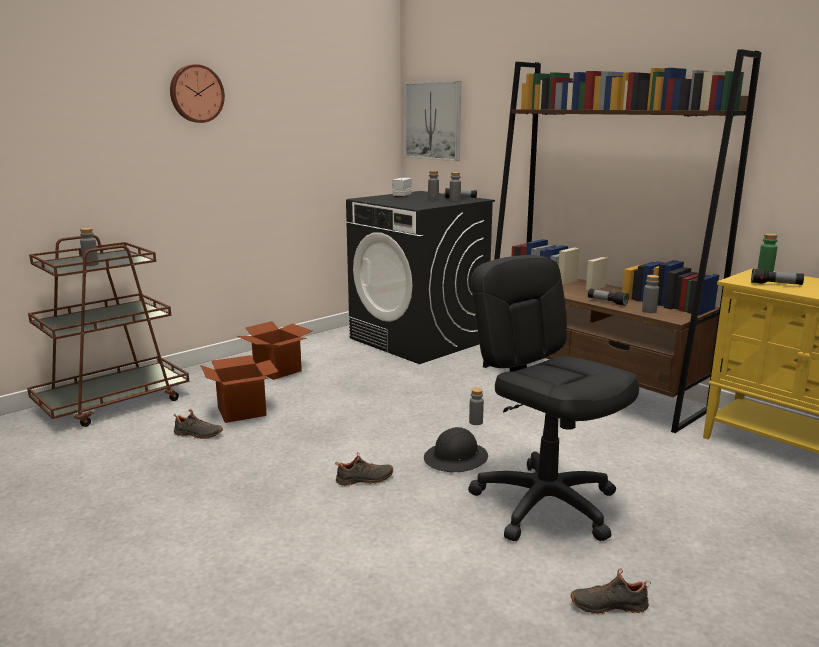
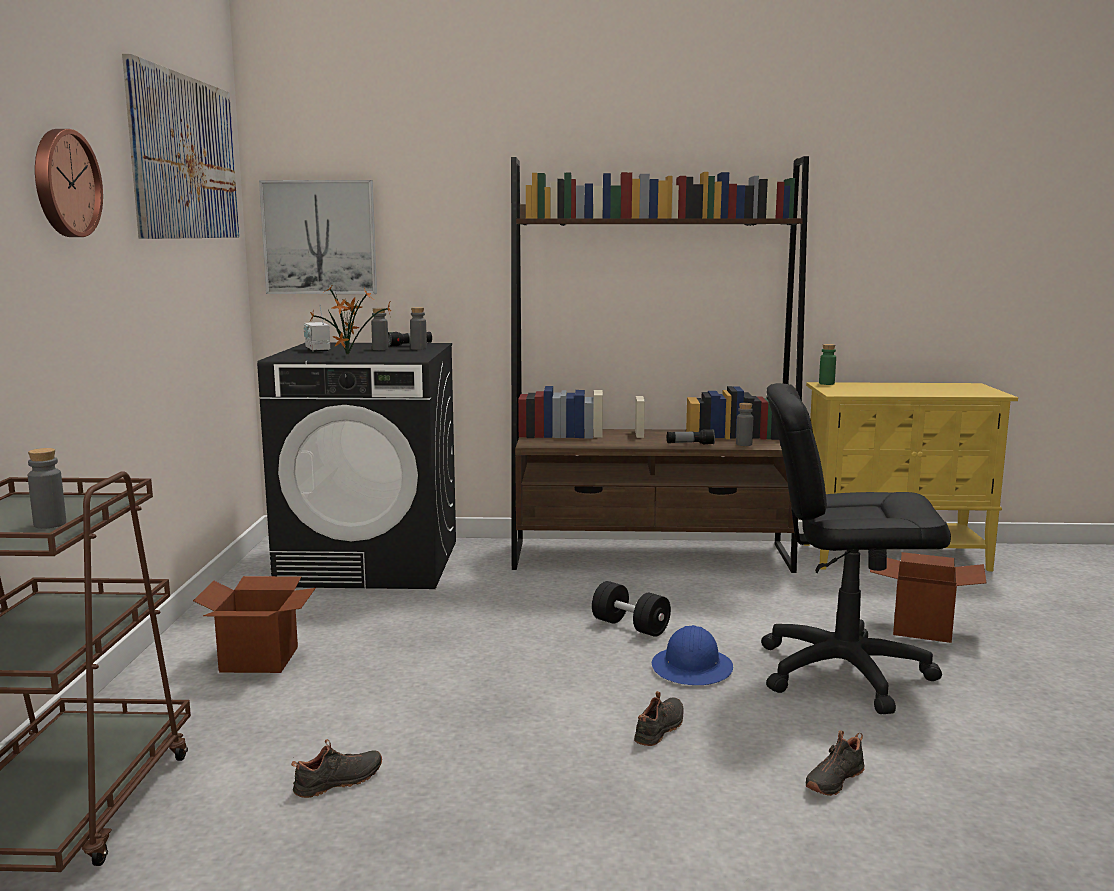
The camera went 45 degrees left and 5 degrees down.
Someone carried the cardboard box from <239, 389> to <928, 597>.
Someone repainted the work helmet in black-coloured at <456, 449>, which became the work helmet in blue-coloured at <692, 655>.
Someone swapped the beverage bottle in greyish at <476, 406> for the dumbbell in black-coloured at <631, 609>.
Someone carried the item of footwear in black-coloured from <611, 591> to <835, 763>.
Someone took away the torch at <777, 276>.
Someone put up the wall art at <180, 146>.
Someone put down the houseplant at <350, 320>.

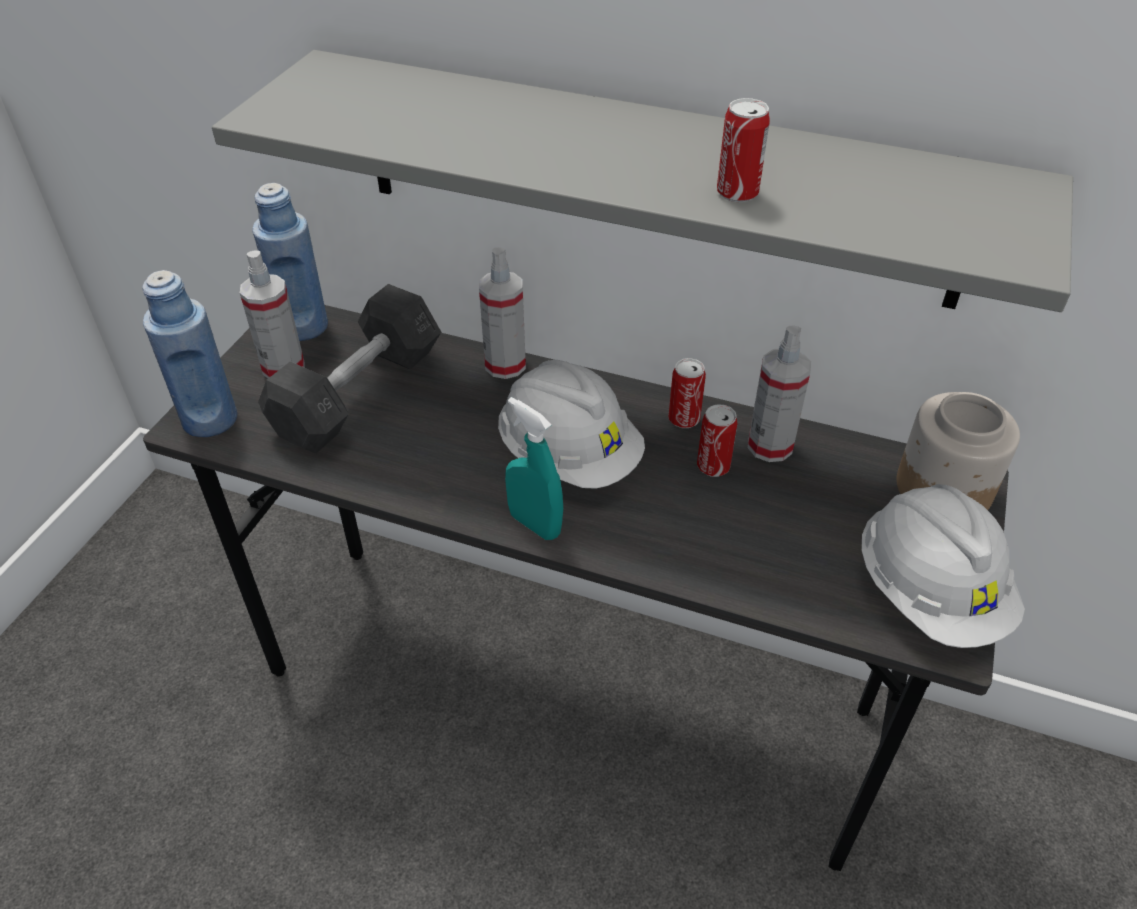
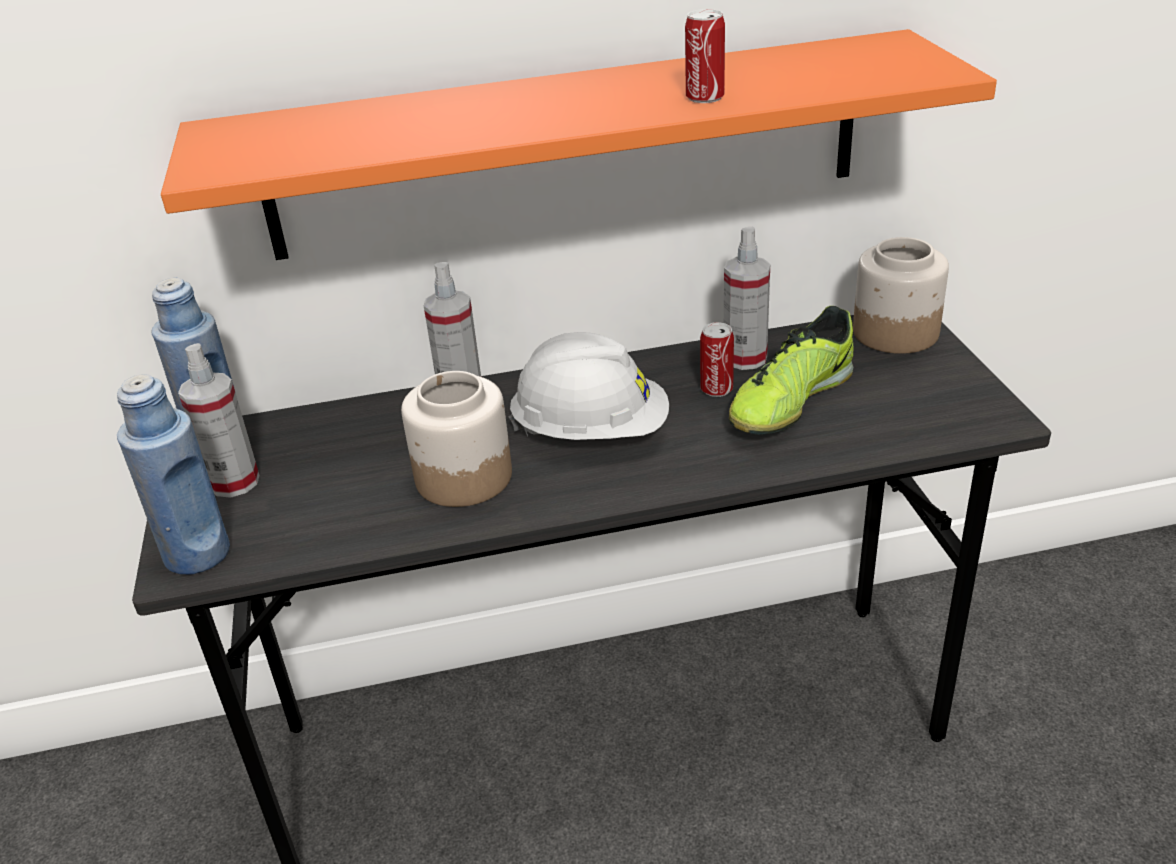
The camera went 30 degrees left and 10 degrees down.
Someone repainted the wall shelf in greyish at <642, 181>, which became the wall shelf in orange at <579, 144>.
Someone took away the dumbbell in greyish at <349, 369>.
Someone took away the spray bottle in turquoise-coloured at <534, 468>.
Someone took away the sealed can at <687, 393>.
Someone took away the work helmet in whitish at <943, 566>.
Someone put down the preserve jar at <456, 439>.
Someone put down the item of footwear at <791, 370>.

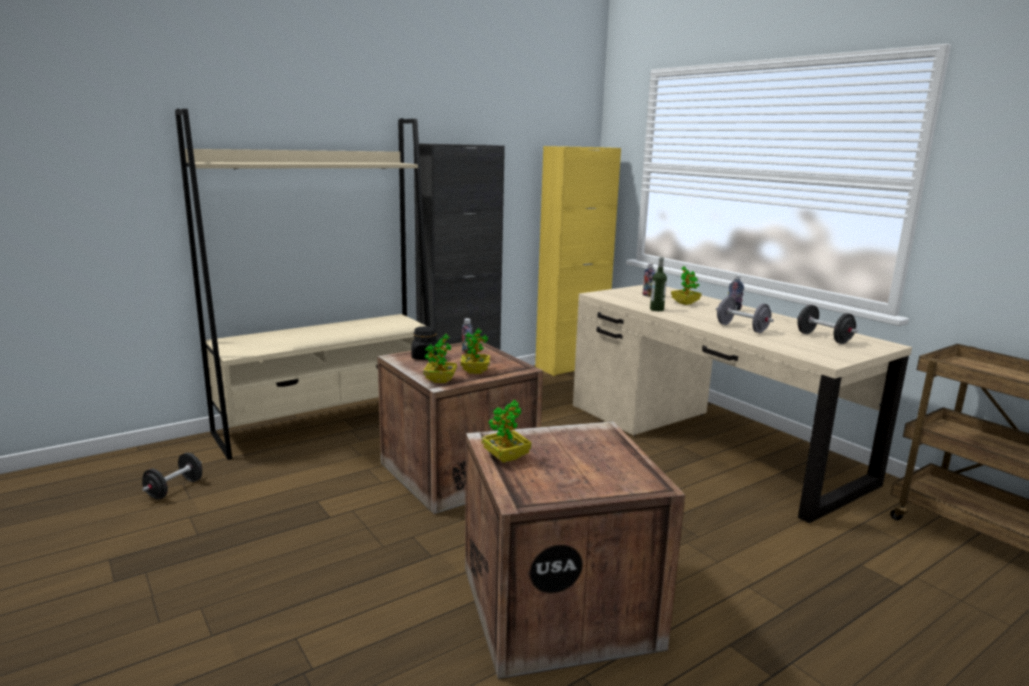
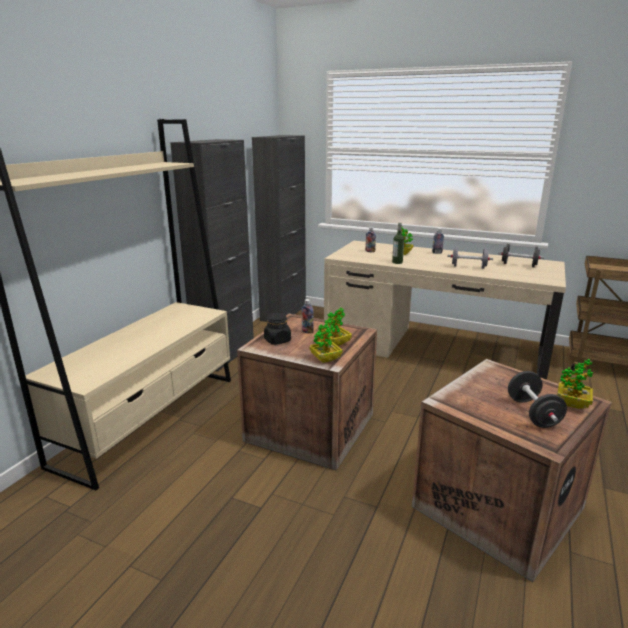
The camera went 30 degrees left and 5 degrees up.
Someone carried the dumbbell in black-coloured from <172, 476> to <537, 399>.
Someone carried the houseplant from <506, 431> to <575, 384>.
Someone repainted the storage cabinet in yellow-coloured at <578, 261>, which became the storage cabinet in black-coloured at <279, 228>.

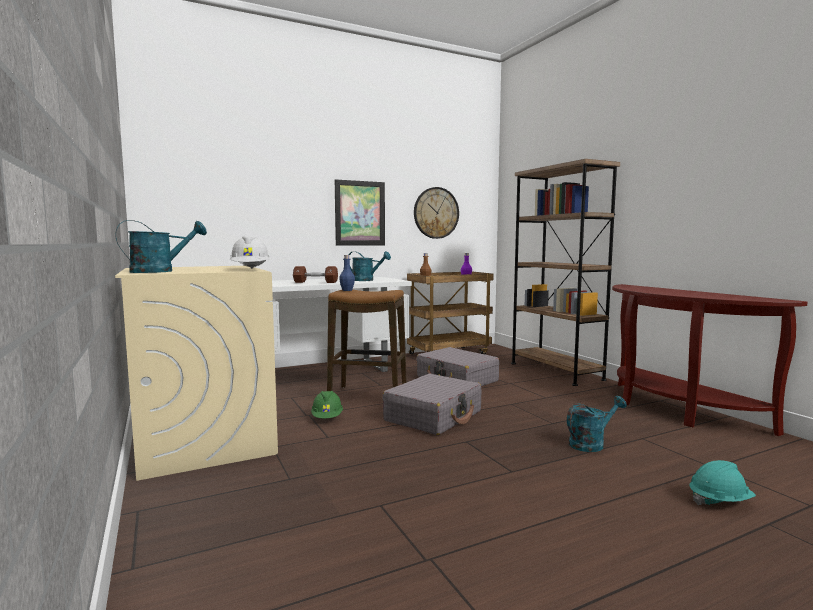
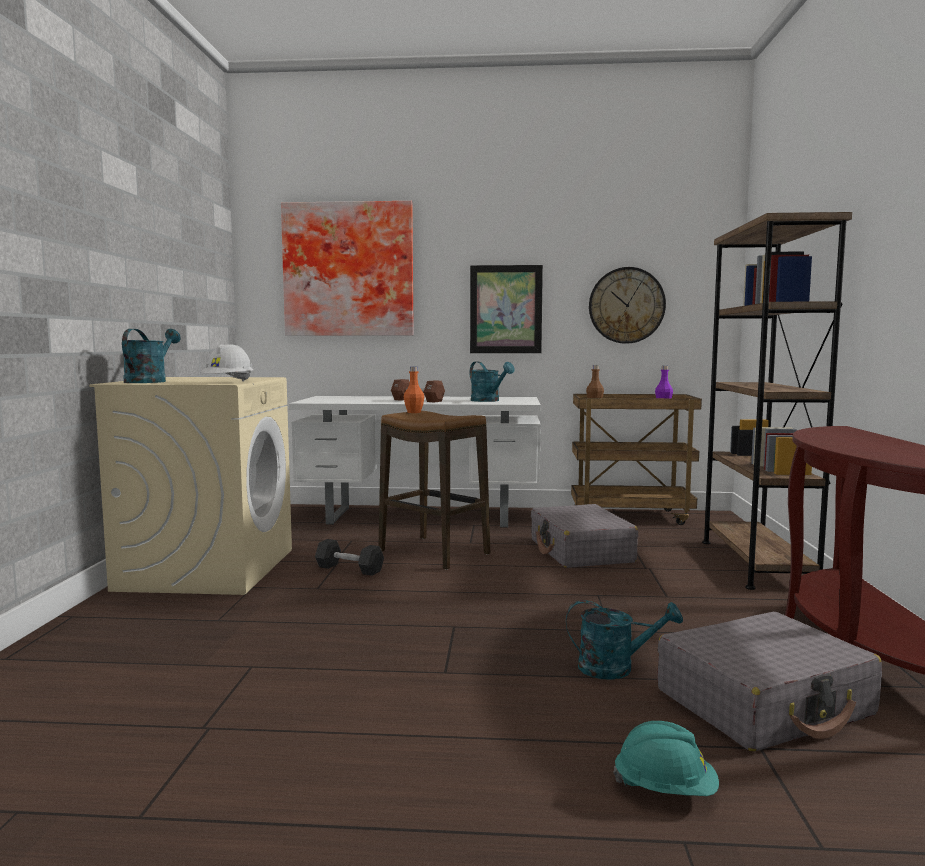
The camera went 30 degrees right and 0 degrees up.
Someone rotated the watering can in turquoise-coloured at <161, 246> by 75 degrees counterclockwise.
Someone swapped the work helmet in greenish at <327, 404> for the dumbbell in black-coloured at <349, 557>.
Someone repainted the beverage bottle in blue-coloured at <347, 273>, which became the beverage bottle in orange at <414, 390>.
Someone carried the suitcase in greyish from <432, 404> to <769, 681>.
Someone put up the wall art at <347, 268>.

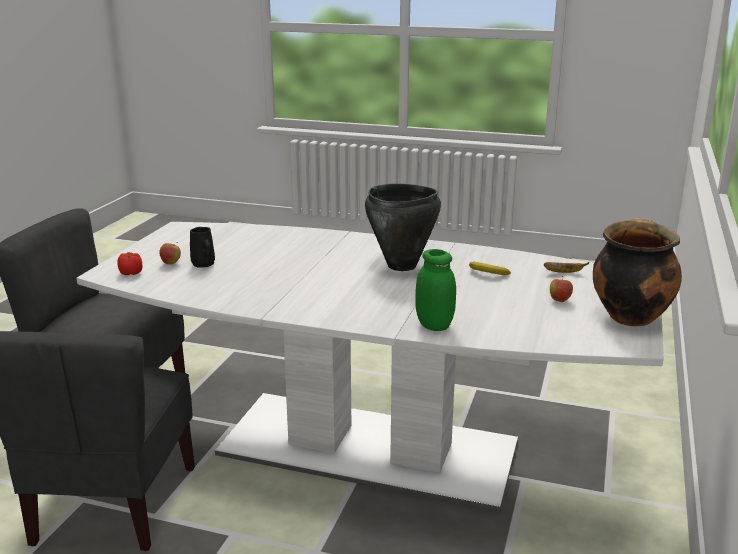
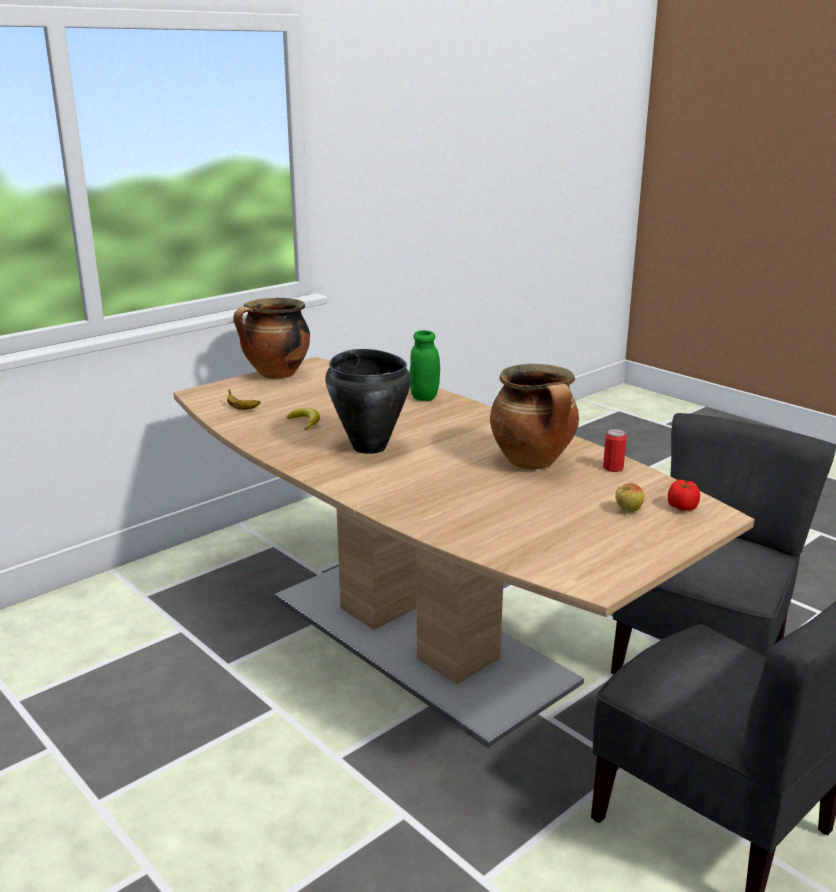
The camera went 150 degrees left and 0 degrees up.
Someone repainted the kitchen table in whitish at <370, 367>, which became the kitchen table in brown-coloured at <463, 552>.
Someone took away the tea mug in black-coloured at <202, 247>.
Someone took away the whole apple at <561, 289>.
Someone put down the stockpot at <534, 417>.
Someone put down the sealed can at <614, 450>.

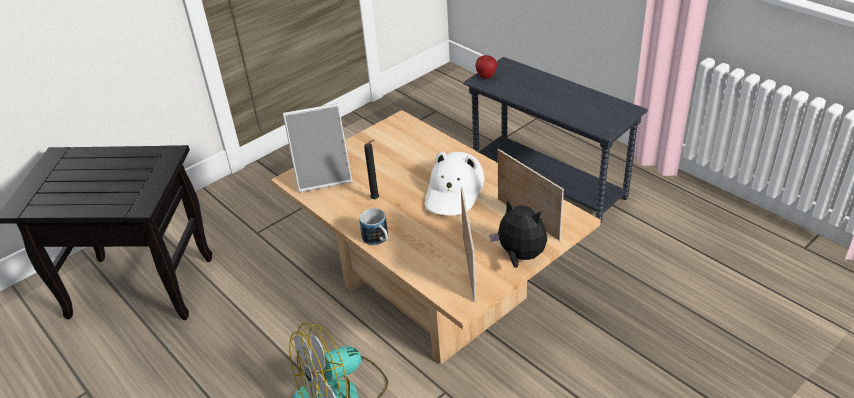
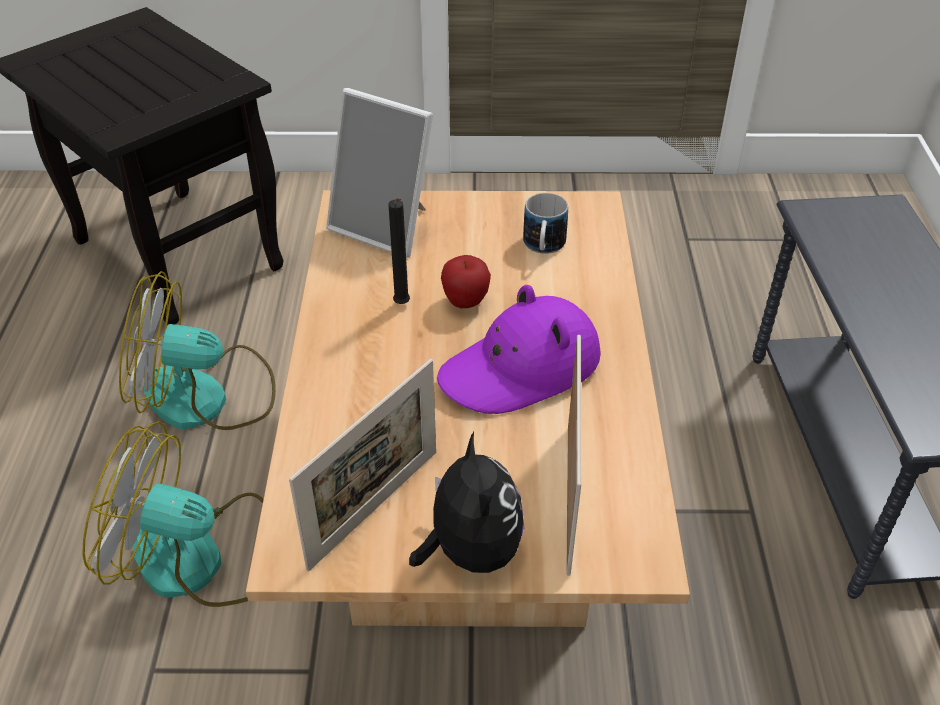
The camera went 40 degrees right and 5 degrees up.
Someone carried the tea mug from <373, 226> to <545, 223>.
Someone repainted the wearable hat in whitish at <454, 183>, which became the wearable hat in purple at <519, 349>.
Someone carried the whole apple from <486, 67> to <466, 281>.
Someone put down the fan at <197, 350>.

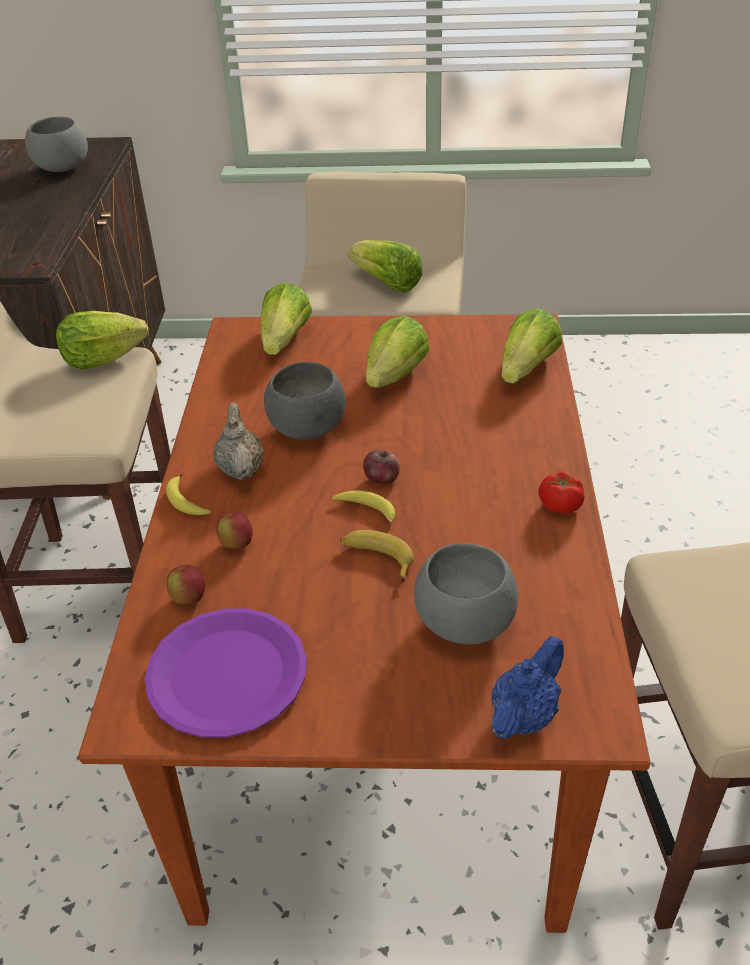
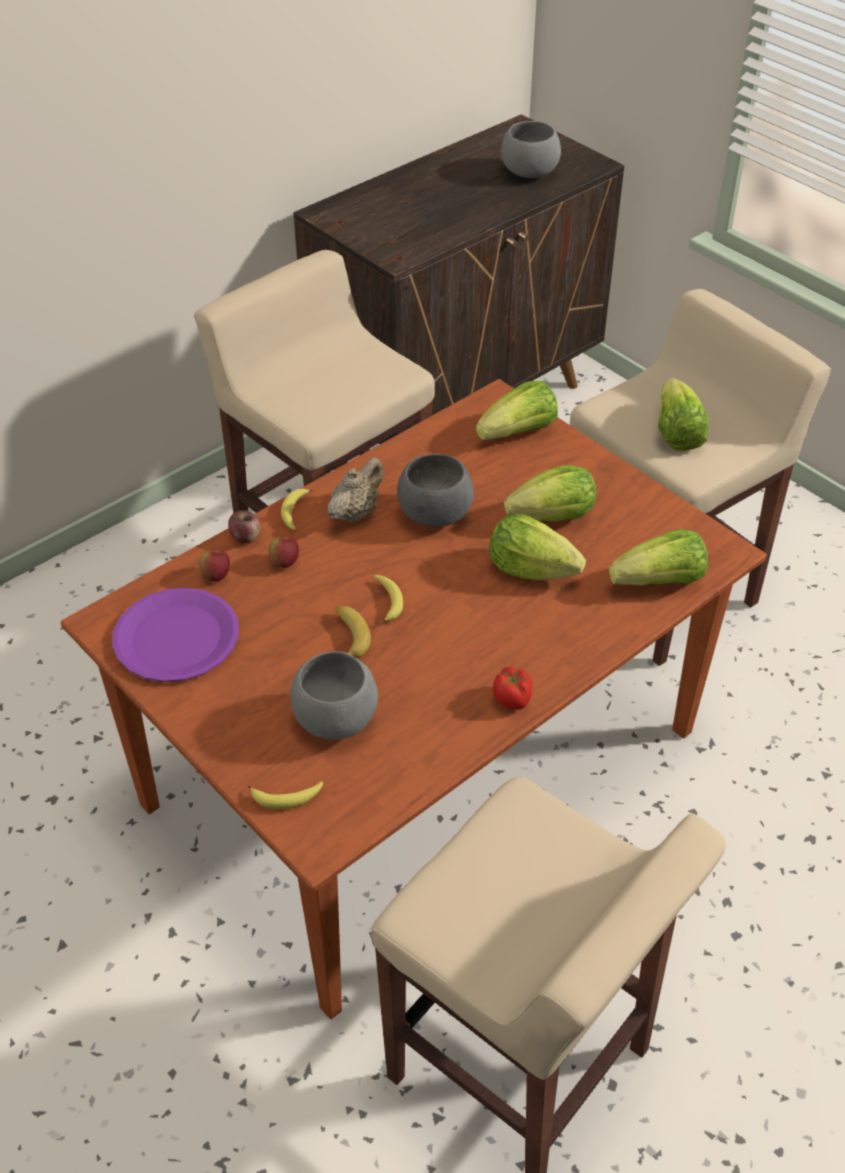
The camera went 45 degrees right and 5 degrees up.
Someone carried the lettuce head from <102, 340> to <537, 547>.
Someone carried the whole apple from <381, 467> to <244, 527>.
Someone swapped the pot for tea in blue-coloured at <527, 687> for the whole banana at <285, 795>.

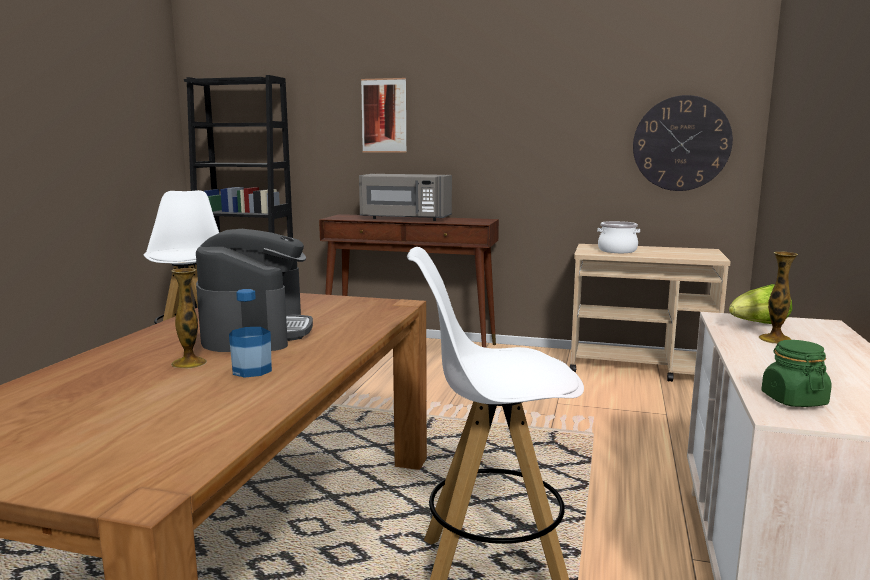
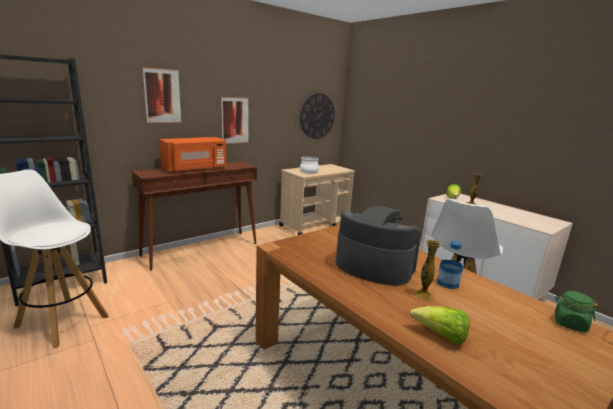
The camera went 55 degrees left and 5 degrees up.
Someone repainted the microwave in greyish at <405, 197>, which became the microwave in orange at <192, 154>.
Someone carried the preserve jar in greenish from <796, 373> to <576, 311>.
Someone put up the wall art at <235, 120>.
Someone put down the lettuce head at <440, 325>.

